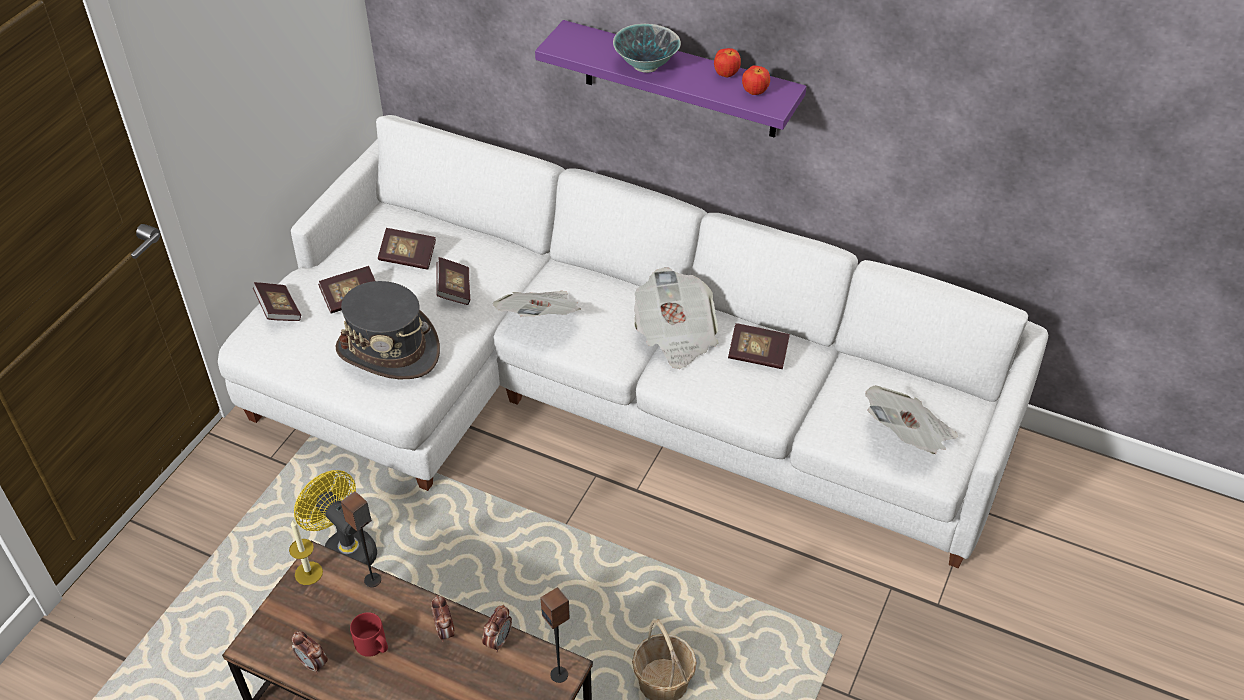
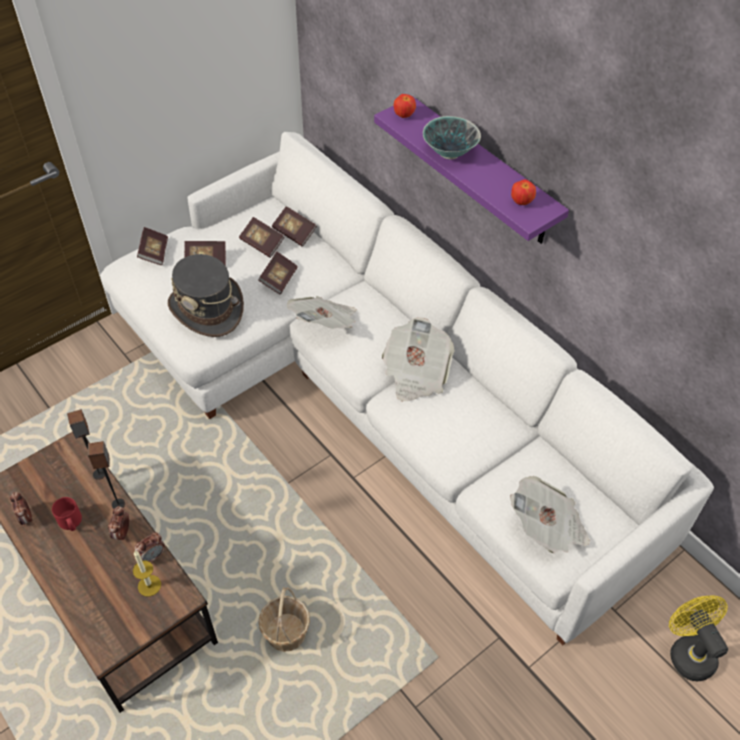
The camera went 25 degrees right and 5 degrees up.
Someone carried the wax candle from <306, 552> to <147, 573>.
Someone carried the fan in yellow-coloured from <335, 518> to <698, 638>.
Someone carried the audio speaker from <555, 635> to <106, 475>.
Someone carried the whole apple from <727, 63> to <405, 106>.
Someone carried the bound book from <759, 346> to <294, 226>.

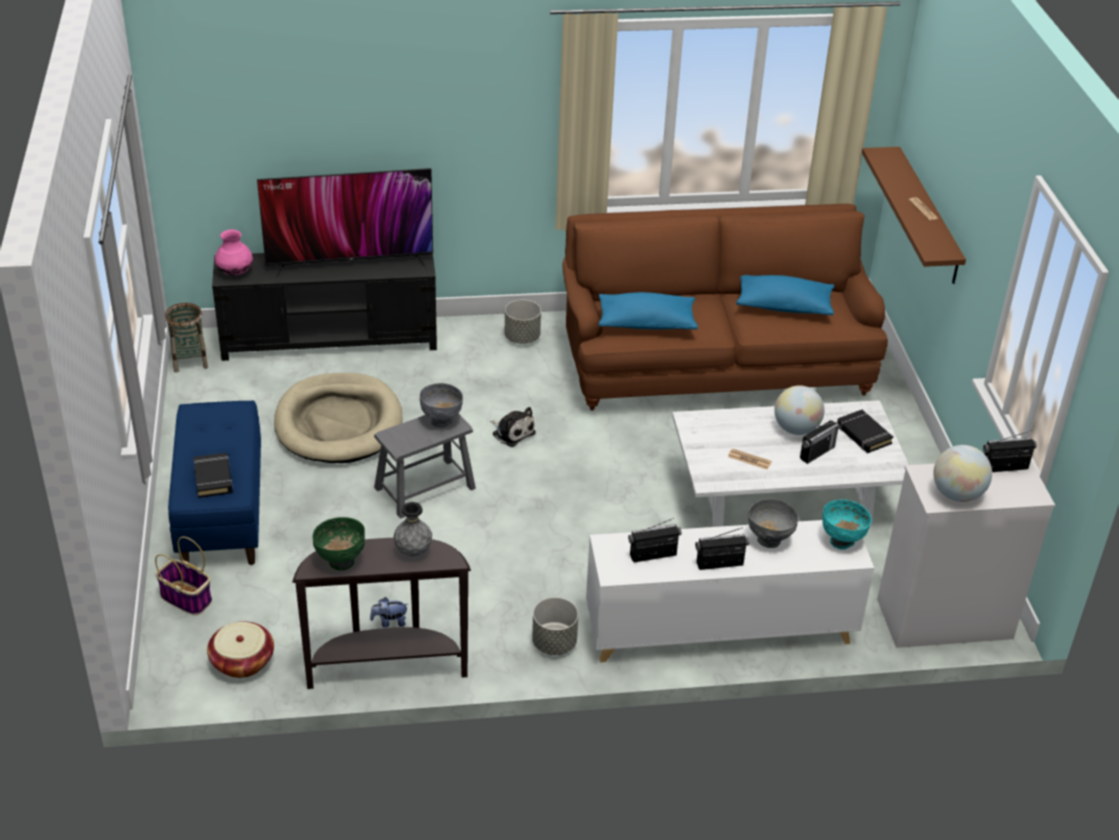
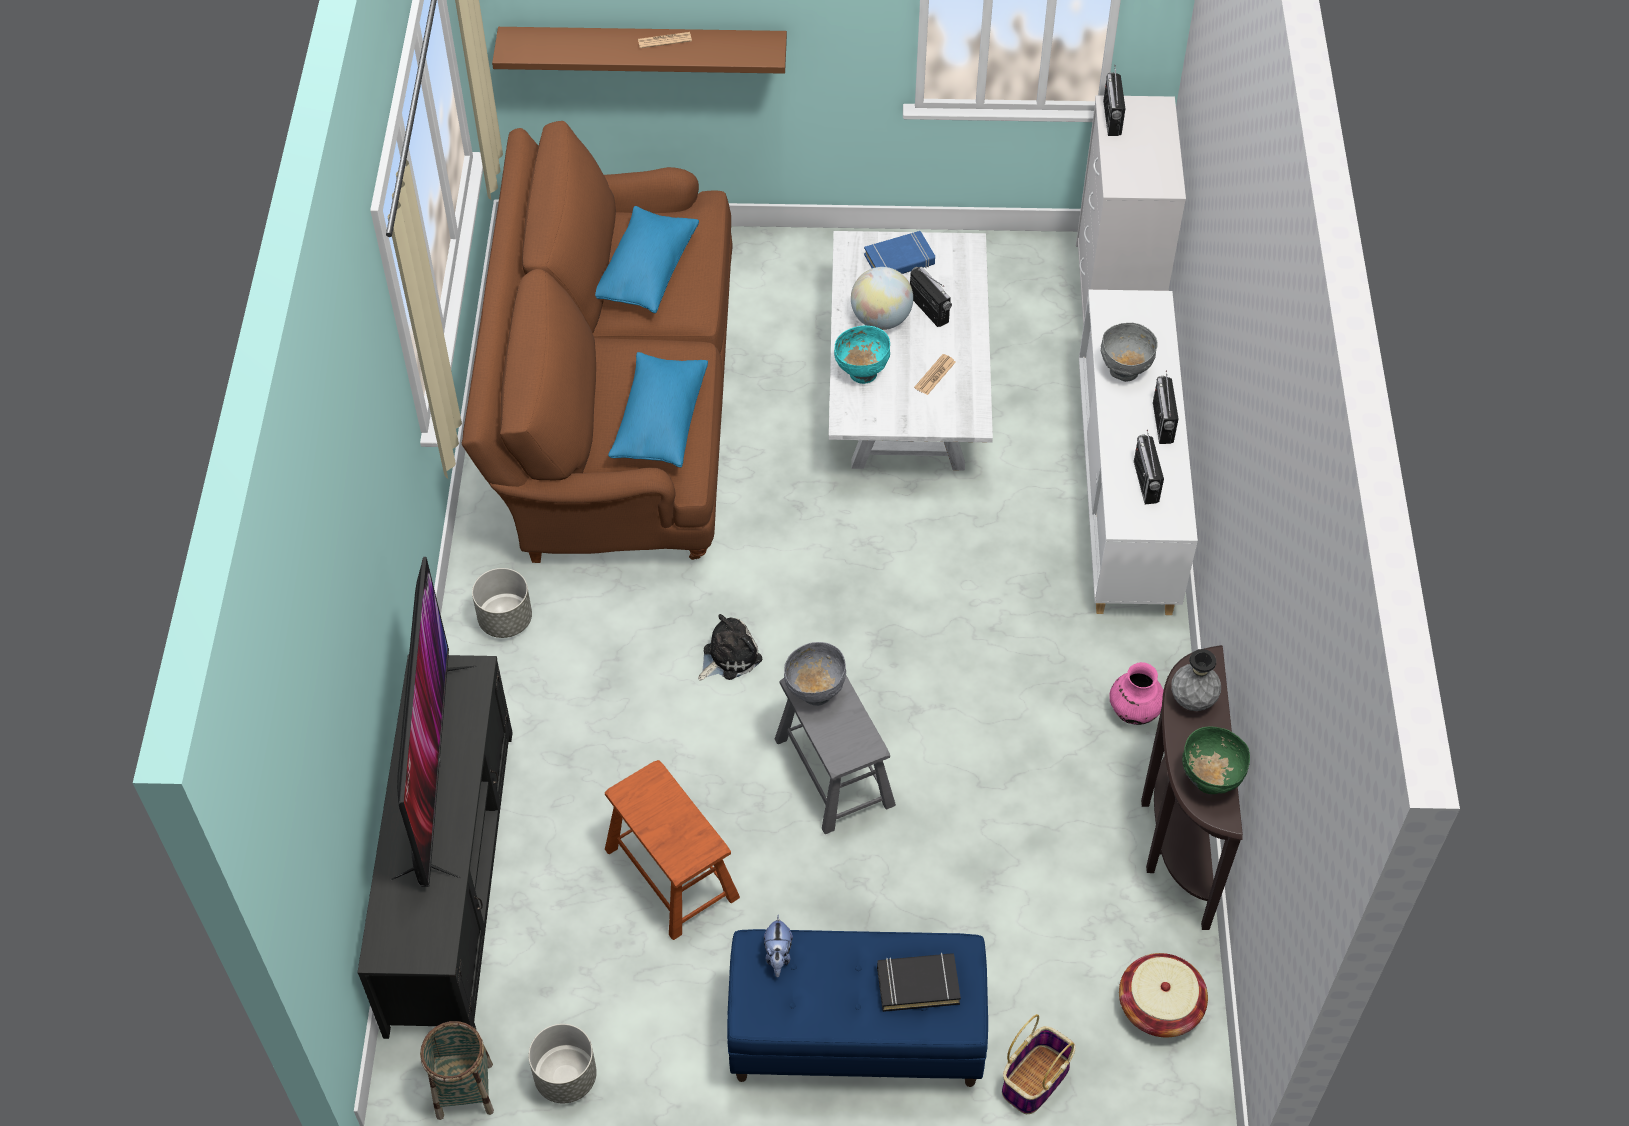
The camera went 80 degrees left and 15 degrees up.
Someone carried the decorative vase in pinkish from <234, 252> to <1136, 693>.
Someone swapped the dog cushion in sand-coloured at <338, 418> for the stool in brown-coloured at <672, 850>.
Someone carried the plush toy from <389, 612> to <778, 946>.
Someone carried the plant pot in greyish from <555, 626> to <563, 1063>.
Someone carried the serving bowl in turquoise-coloured from <847, 524> to <862, 354>.
Someone repainted the bound book in black-coloured at <865, 431>, which became the bound book in blue-coloured at <899, 252>.
Someone took away the desk globe at <962, 473>.

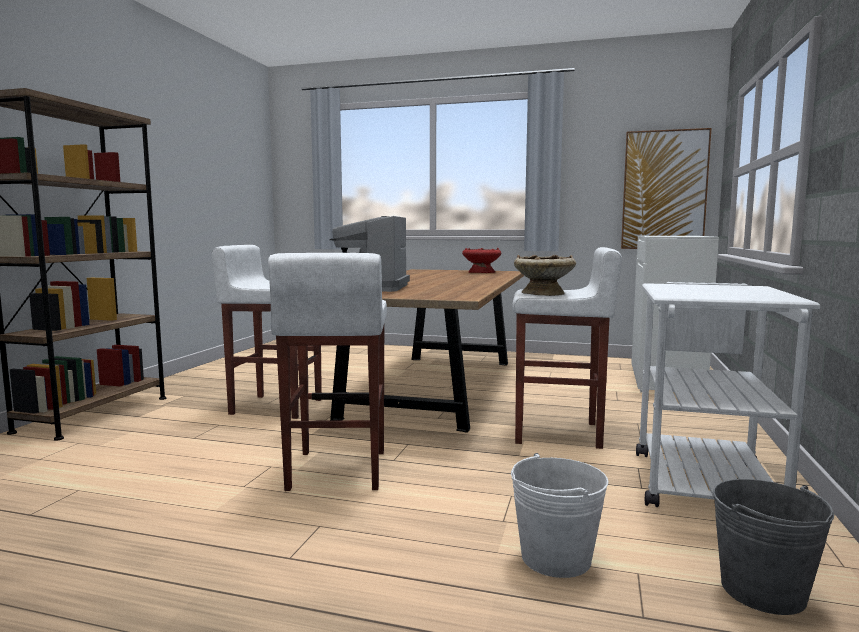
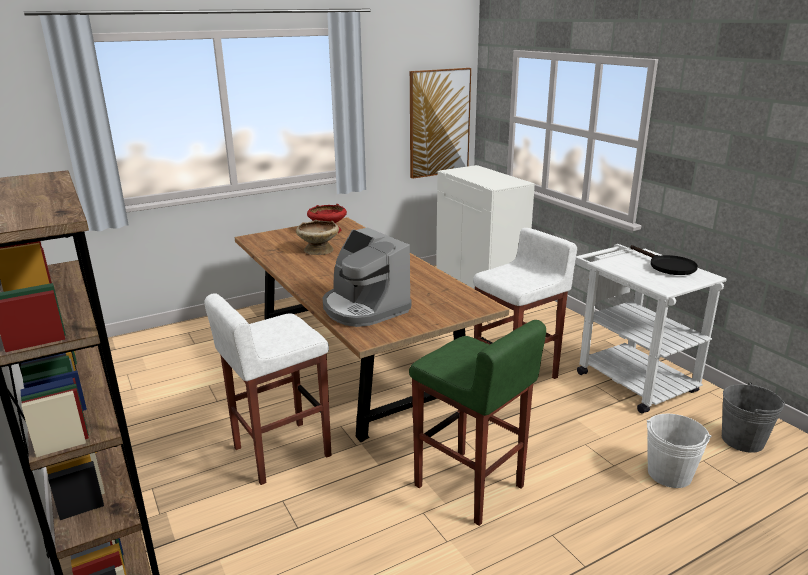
The camera went 45 degrees left and 15 degrees up.
Someone repainted the stool in whitish at <327, 372>, which became the stool in greenish at <477, 423>.
Someone carried the serving bowl in sand-coloured from <545, 275> to <317, 237>.
Someone put down the pan in black-coloured at <664, 260>.

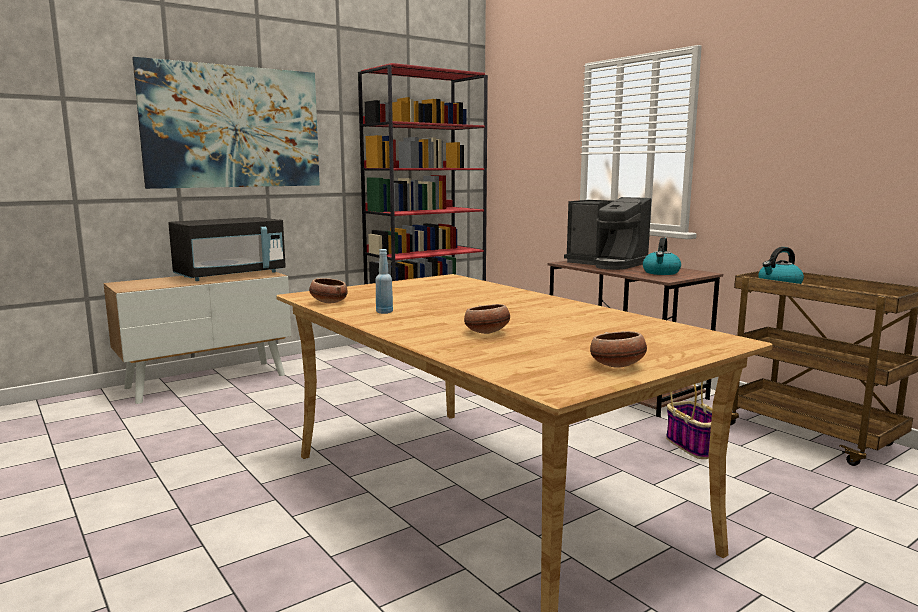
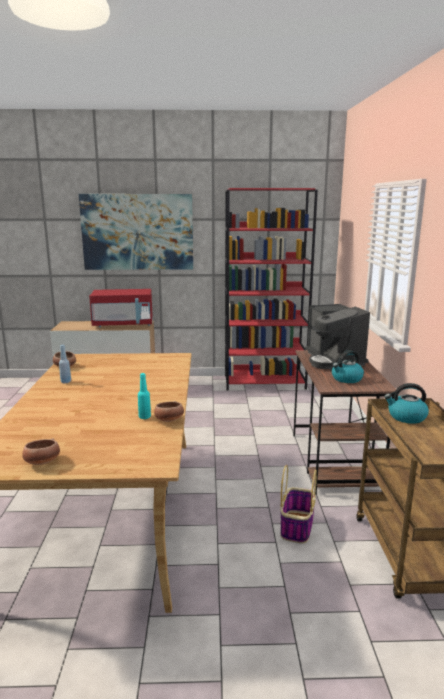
The camera went 35 degrees right and 5 degrees up.
Someone repainted the microwave in black-coloured at <227, 249>, which became the microwave in reddish at <121, 308>.
Someone carried the serving bowl from <487, 319> to <169, 411>.
Someone put down the beverage bottle in turquoise-coloured at <144, 396>.

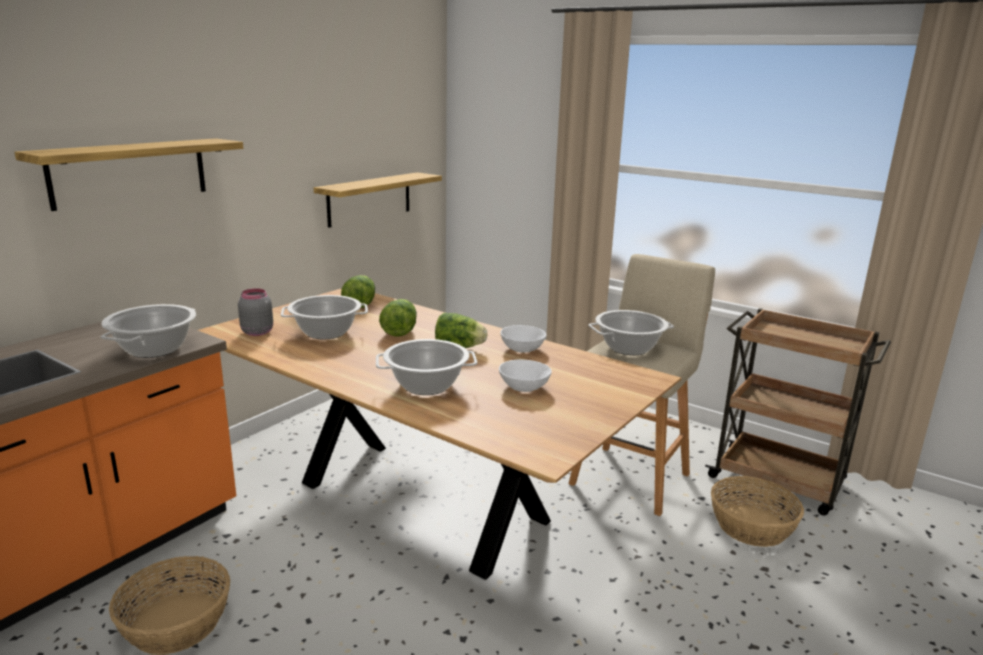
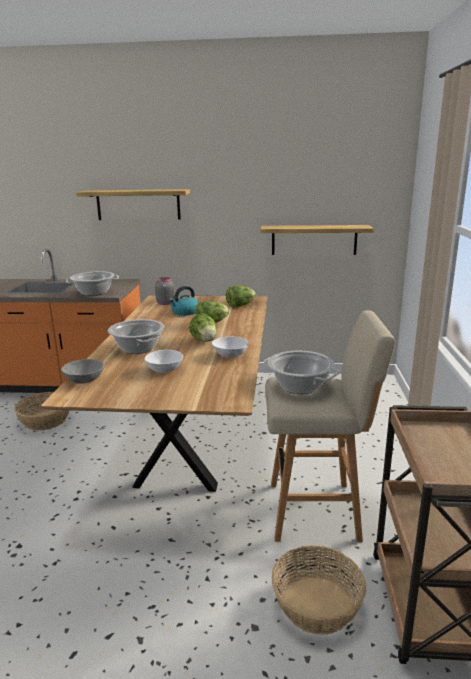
The camera went 60 degrees right and 0 degrees up.
Someone swapped the stockpot at <324, 317> for the kettle at <184, 301>.
Someone put down the serving bowl in greyish at <82, 371>.

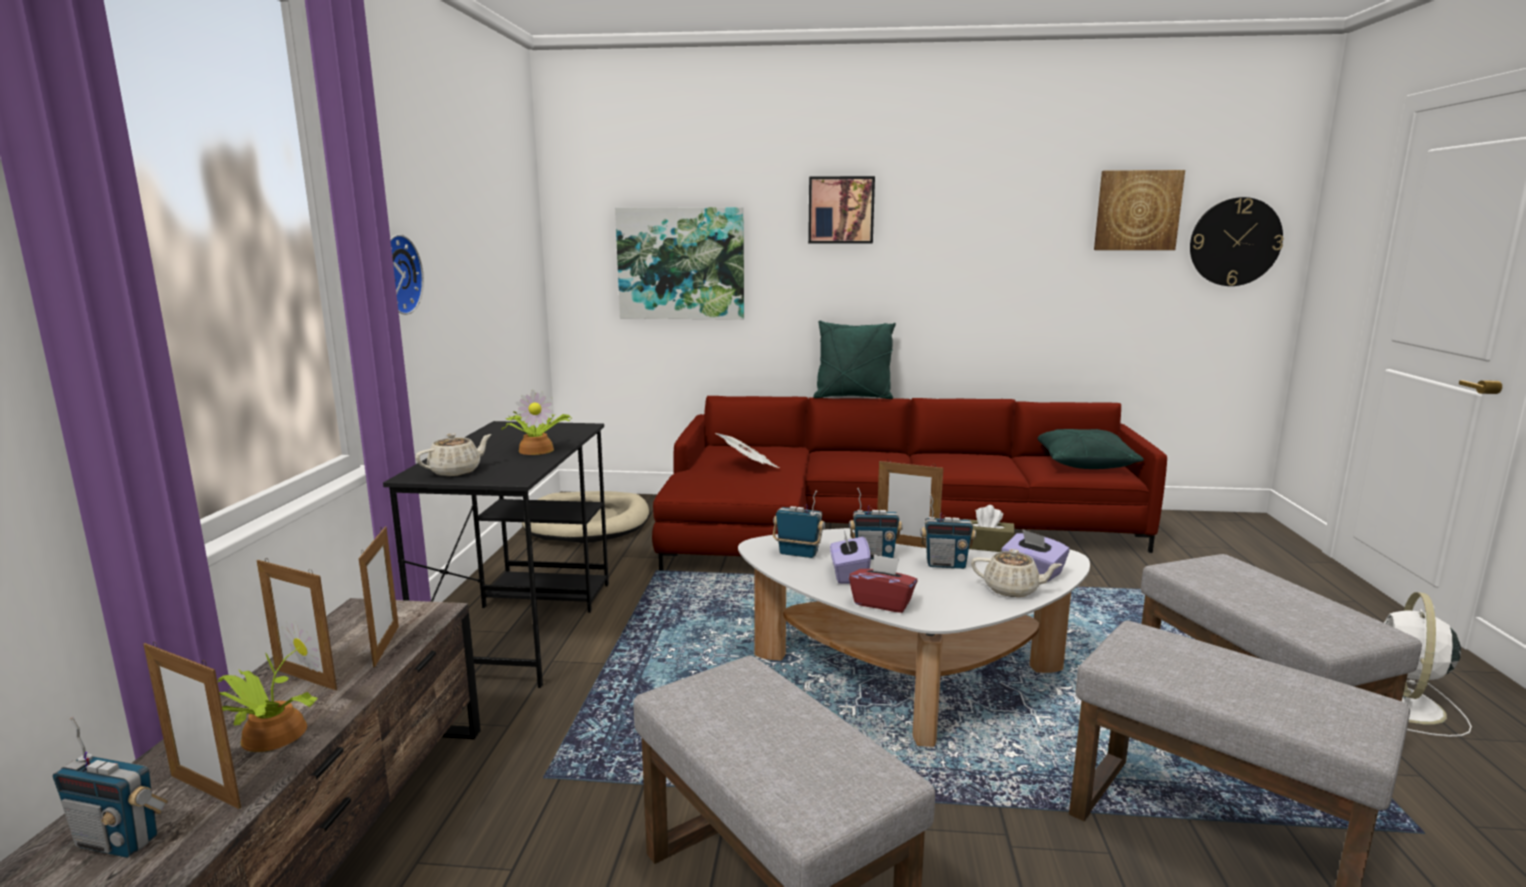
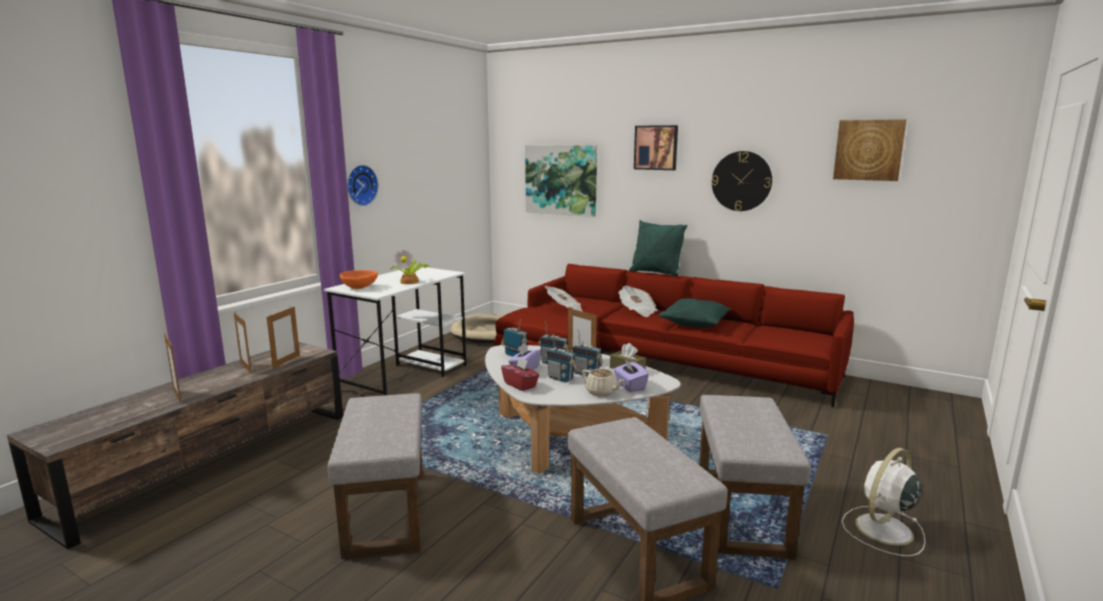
The camera went 25 degrees right and 0 degrees up.
Someone carried the radio receiver from <110, 787> to <562, 358>.
Someone took away the houseplant at <269, 686>.
Someone repainted the desk in black-coloured at <496, 554>, which became the desk in whitish at <395, 330>.
Someone swapped the pot for tea in sand-coloured at <453, 454> for the serving bowl in orange at <359, 279>.
Someone carried the pillow in greenish from <1091, 449> to <694, 312>.
Someone carried the clock on the wall from <1237, 241> to <742, 181>.
Someone put down the daily paper at <637, 301>.

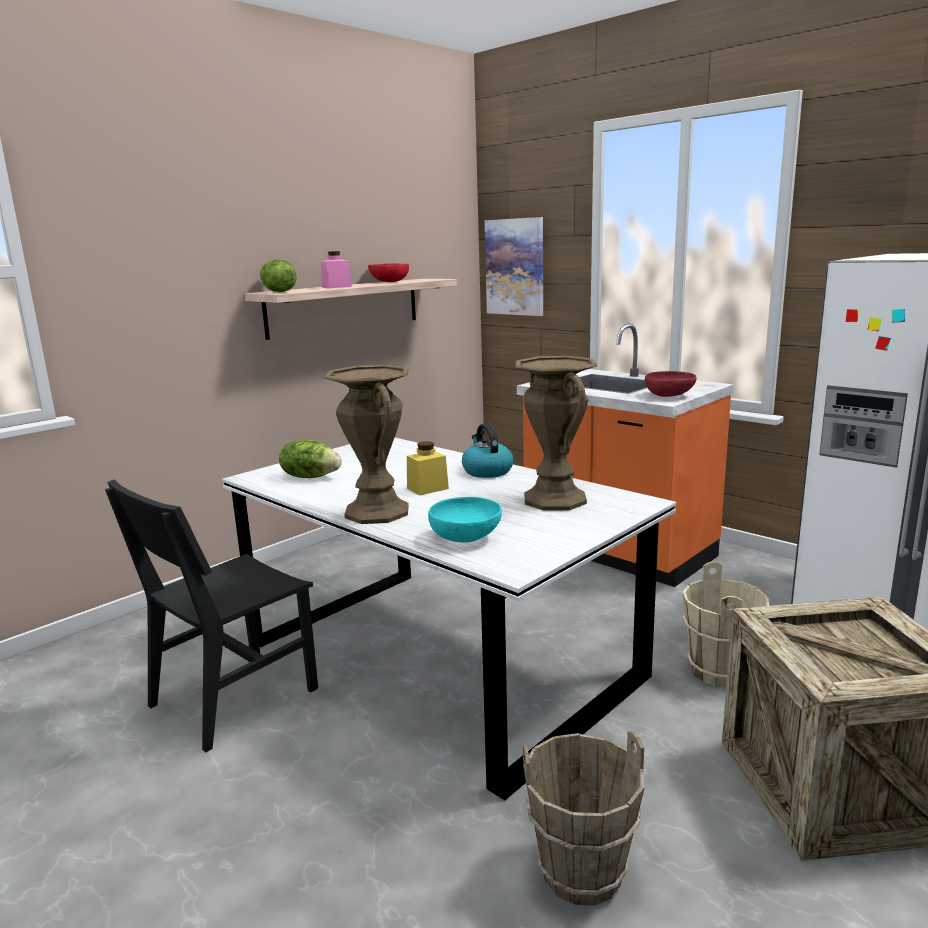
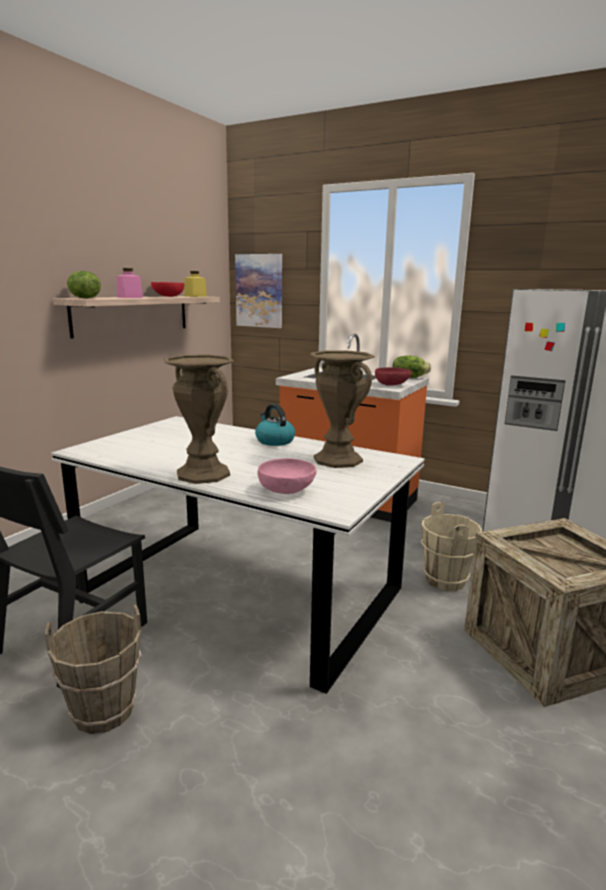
The camera went 15 degrees left and 0 degrees up.
Someone carried the lettuce head from <310, 459> to <412, 367>.
Someone carried the preserve jar in yellow-coloured from <428, 468> to <196, 284>.
Someone repainted the serving bowl in turquoise-coloured at <465, 520>, which became the serving bowl in pinkish at <287, 476>.
Someone carried the pail in brown-coloured from <583, 818> to <93, 669>.

